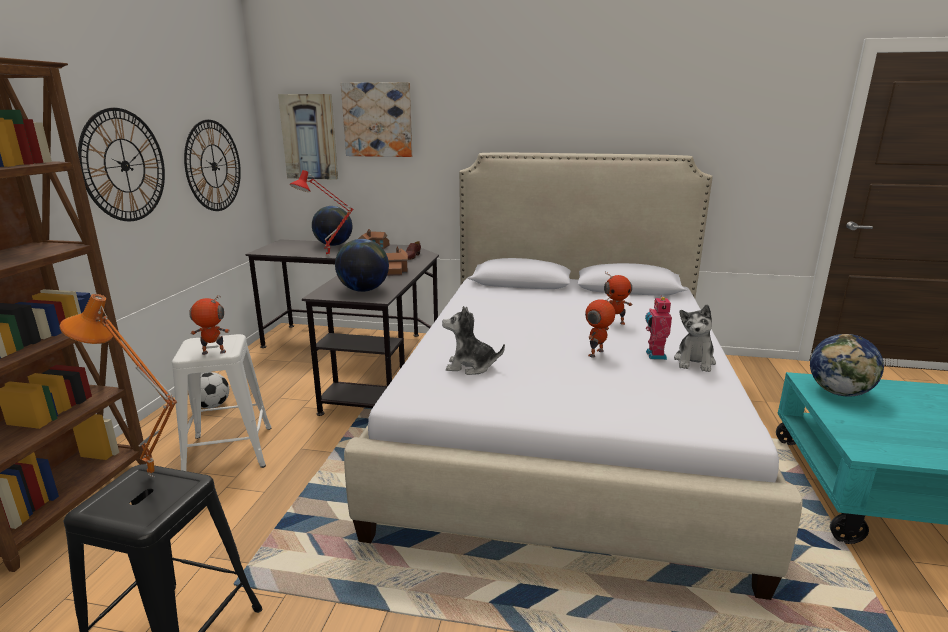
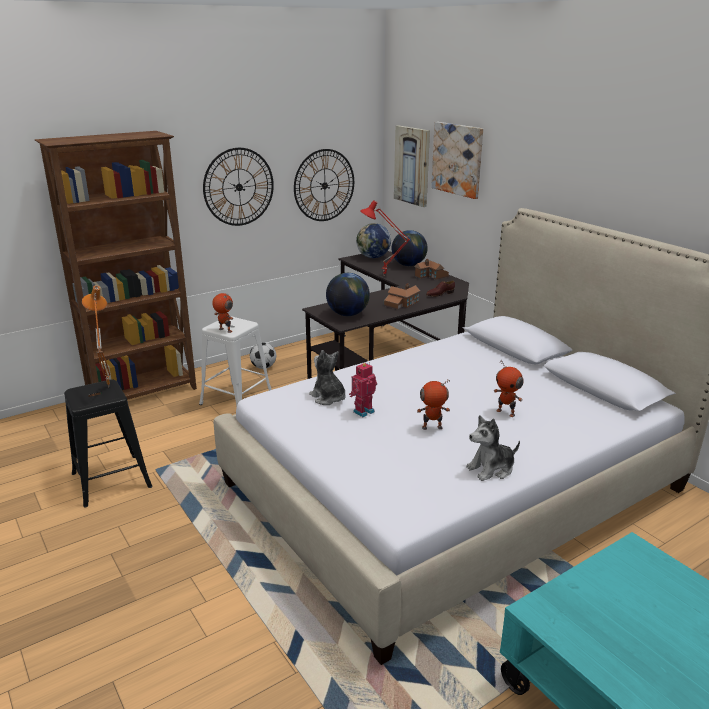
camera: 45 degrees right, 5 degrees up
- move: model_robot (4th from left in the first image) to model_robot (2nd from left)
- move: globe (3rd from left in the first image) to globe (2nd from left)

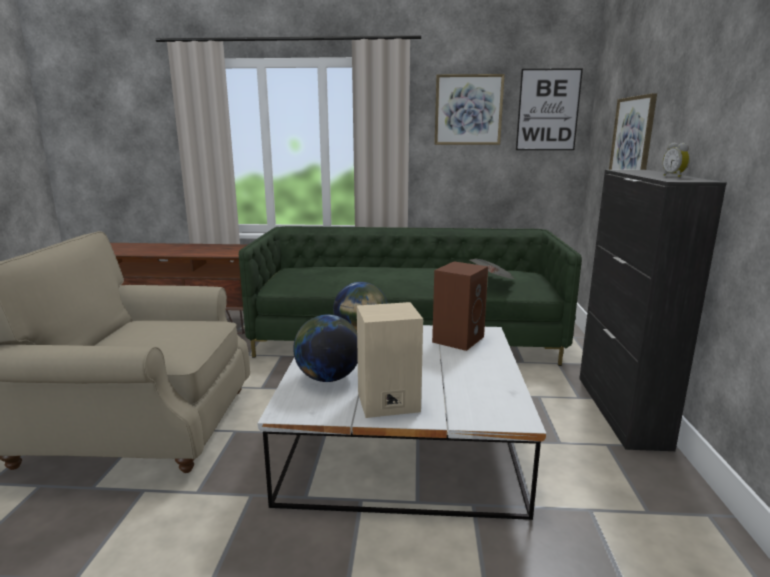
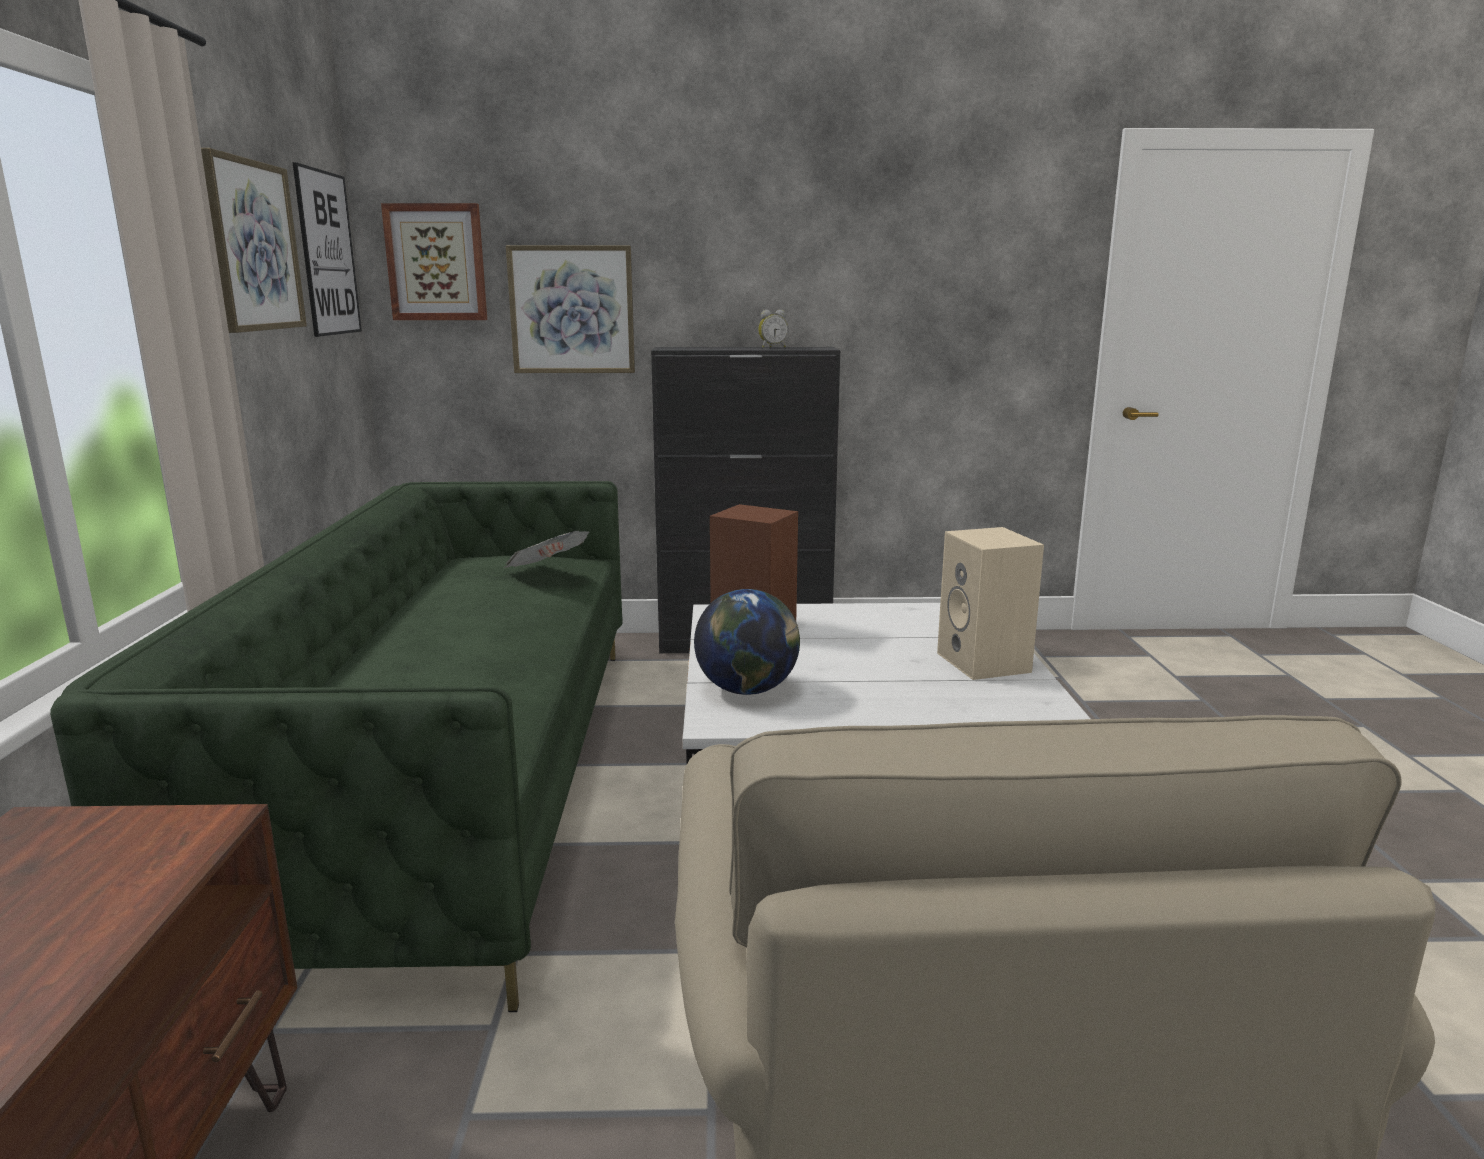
camera: 95 degrees left, 0 degrees up
- insert: wall_picture (3rd from left)
- delete: globe (1st from left)

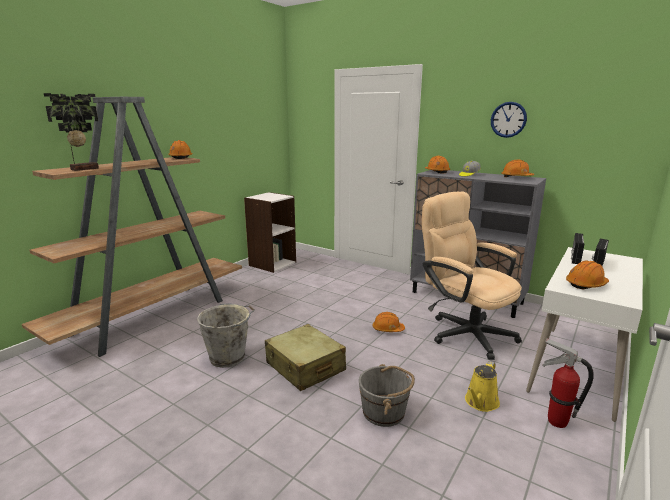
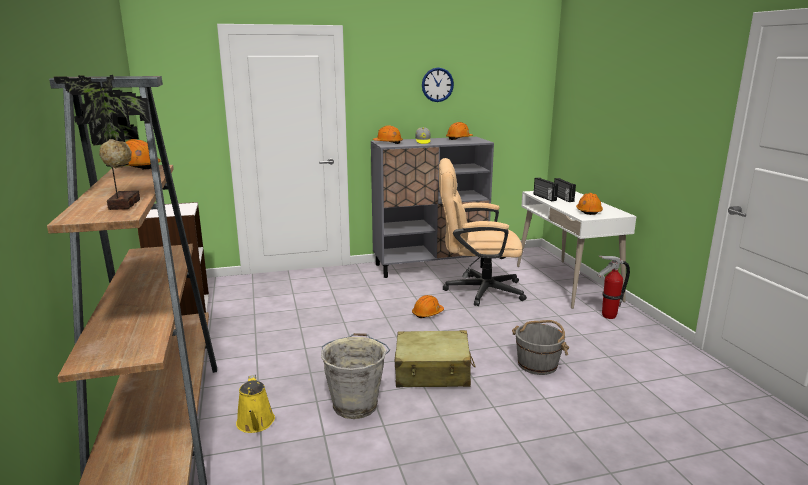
camera: 50 degrees left, 0 degrees up
- move: yellowish_sprinkling_can

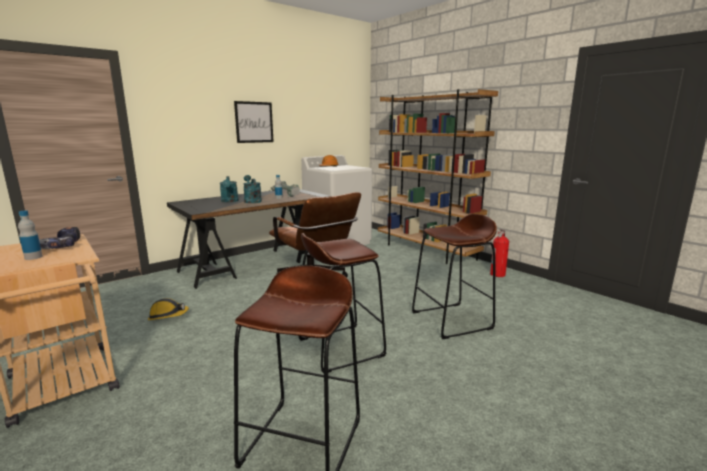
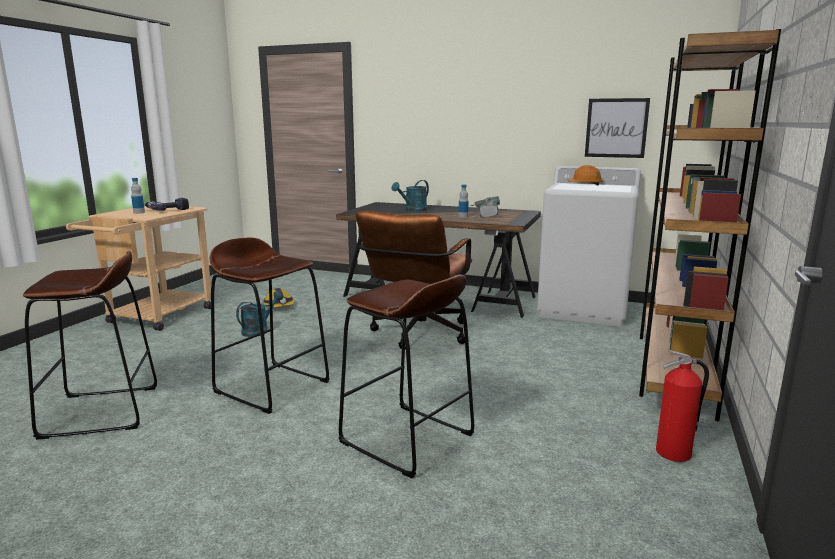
camera: 60 degrees right, 0 degrees up
- move: blue-green_sprinkling_can (2nd from left in the first image) to blue-green_sprinkling_can (1st from left)
- move: wall_picture

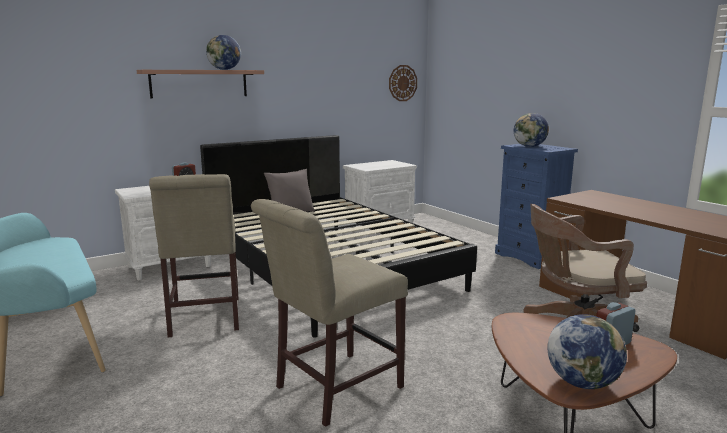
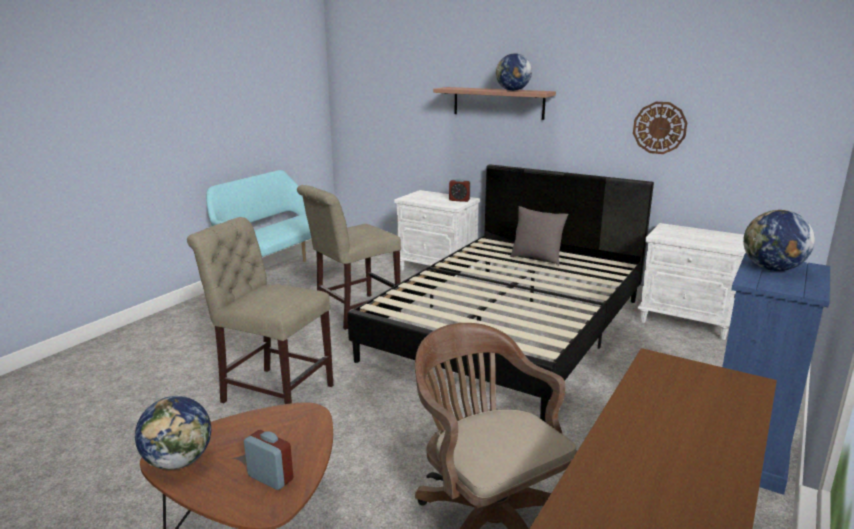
camera: 65 degrees right, 5 degrees up
- move: wall_clock

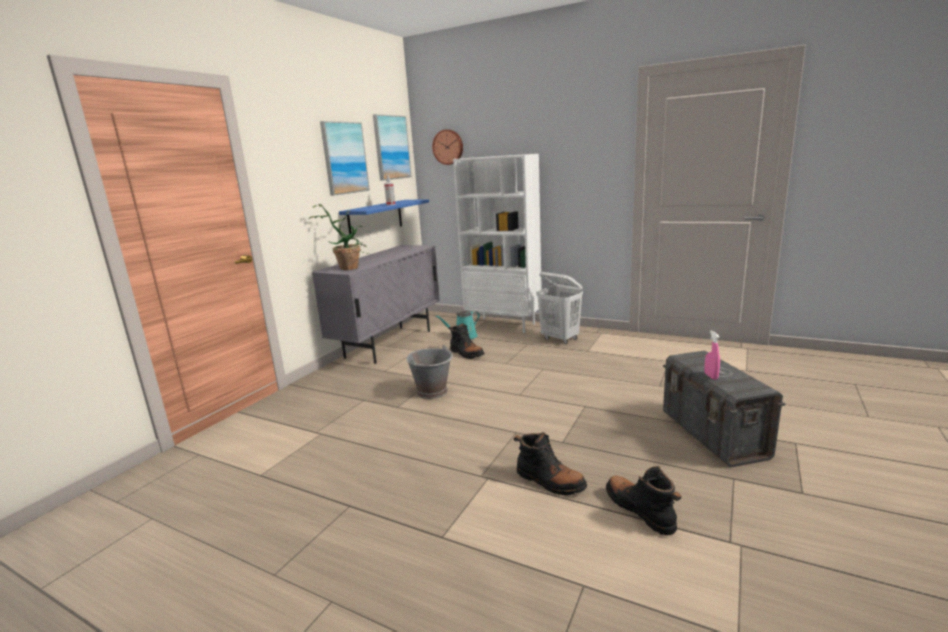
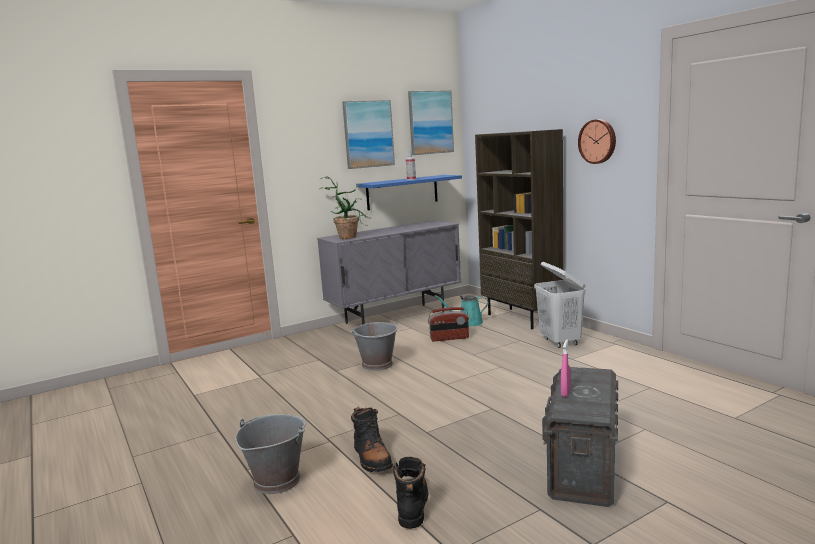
camera: 30 degrees right, 5 degrees down
- insert: grey_pail (1st from left)
- replace: blackish_boot (1st from left) to radio
- recolor: white_bookshelf to brown-coloured_bookshelf
- move: wall_clock

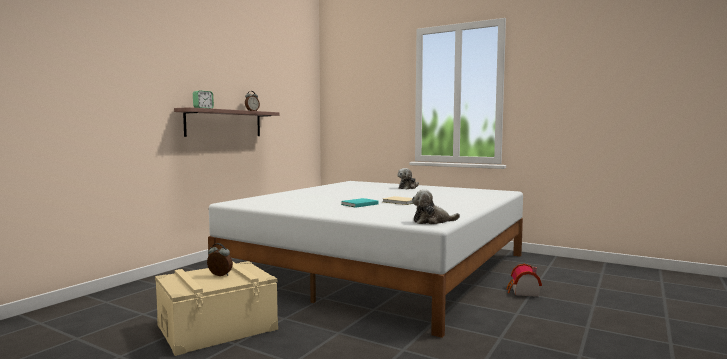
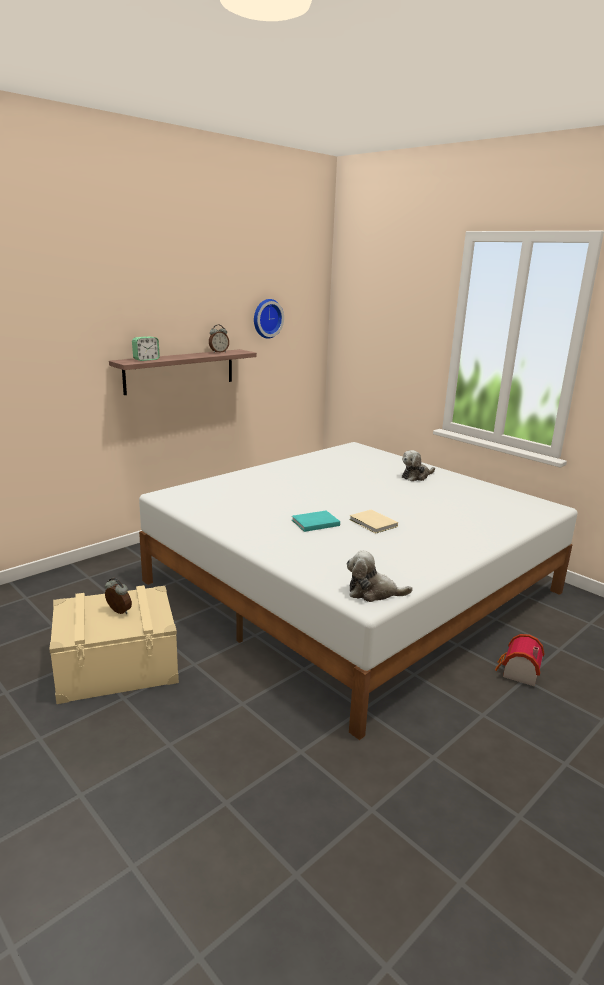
camera: 15 degrees right, 15 degrees up
- insert: wall_clock

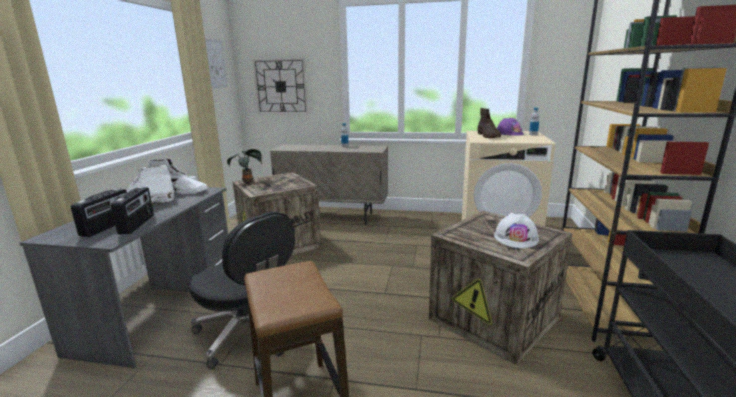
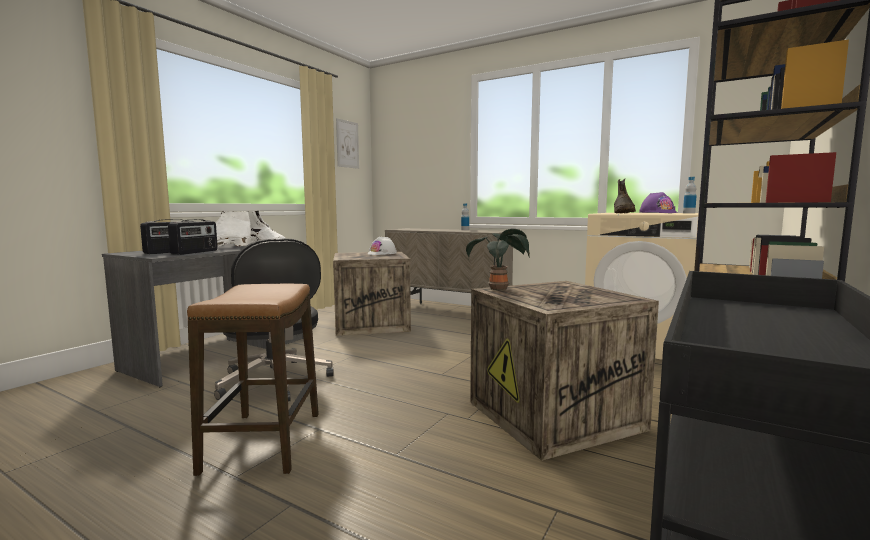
camera: 20 degrees right, 10 degrees down
- move: white_work_helmet
- move: potted_plant
- delete: wall_clock

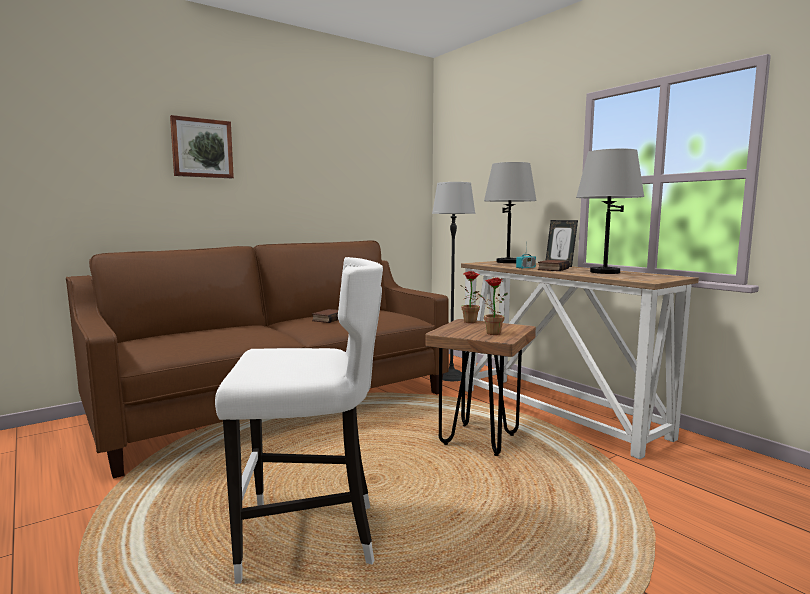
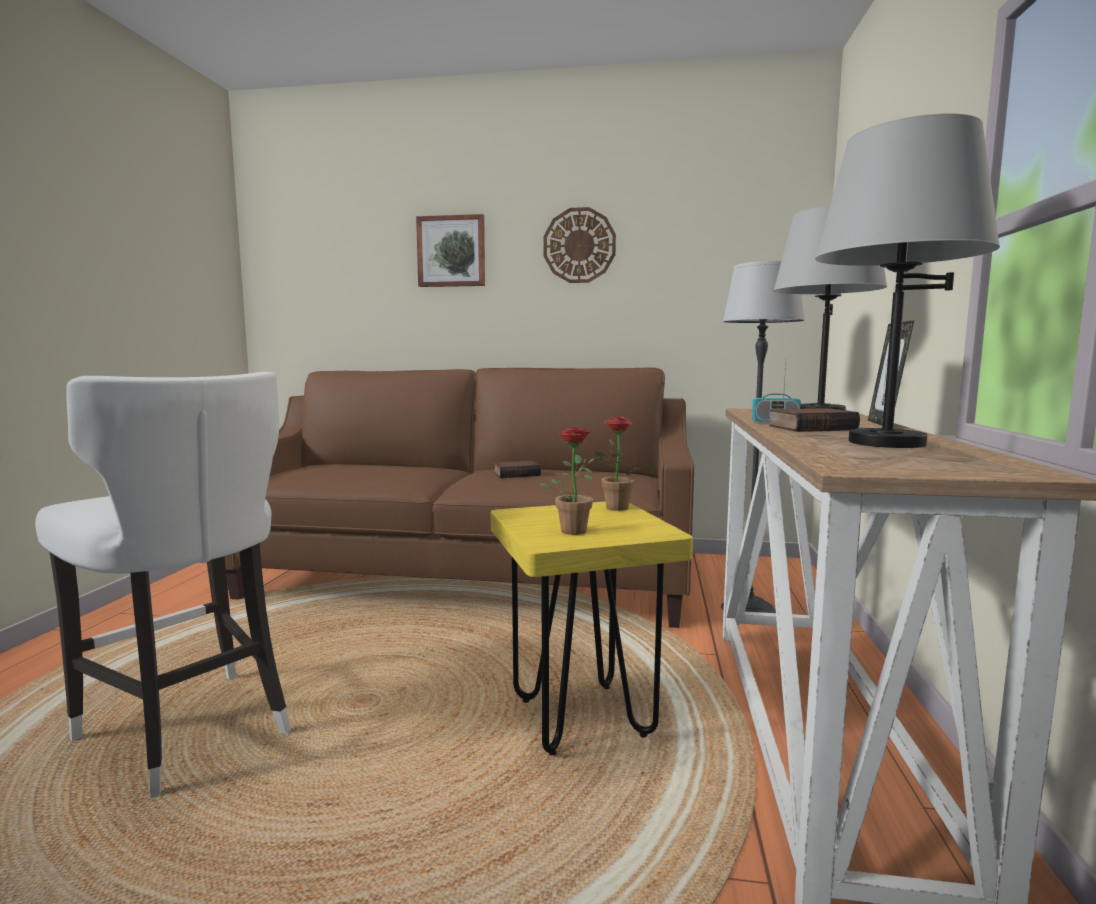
camera: 45 degrees right, 0 degrees up
- recolor: brown-coloured_stool to yellowish_stool
- insert: wall_clock

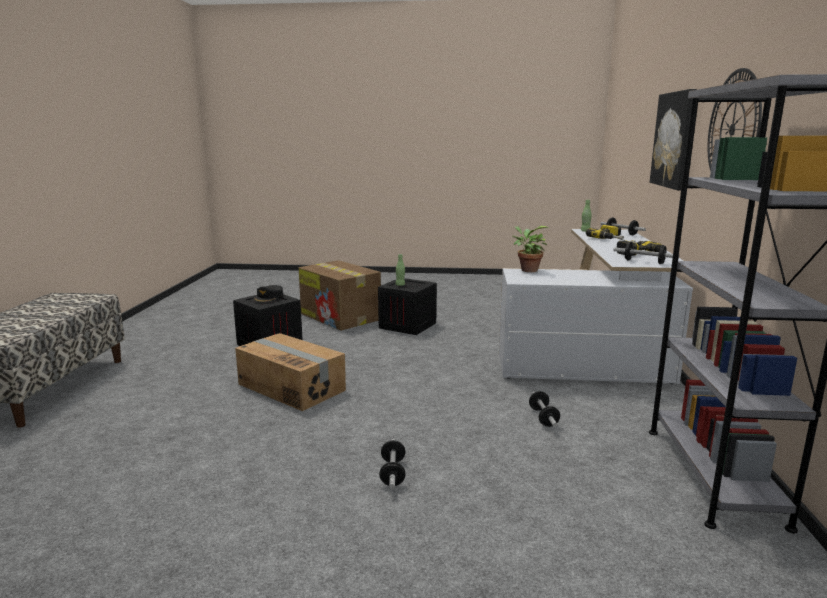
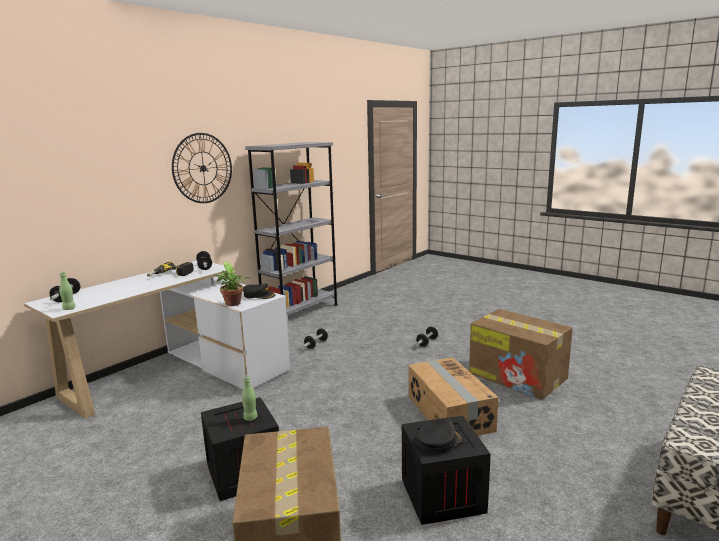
camera: 145 degrees left, 0 degrees up
- insert: blackish_baseball_cap (1st from left)
- insert: cardboard_box (3rd from left)
- delete: power_drill (1st from left)
- delete: wall_picture

